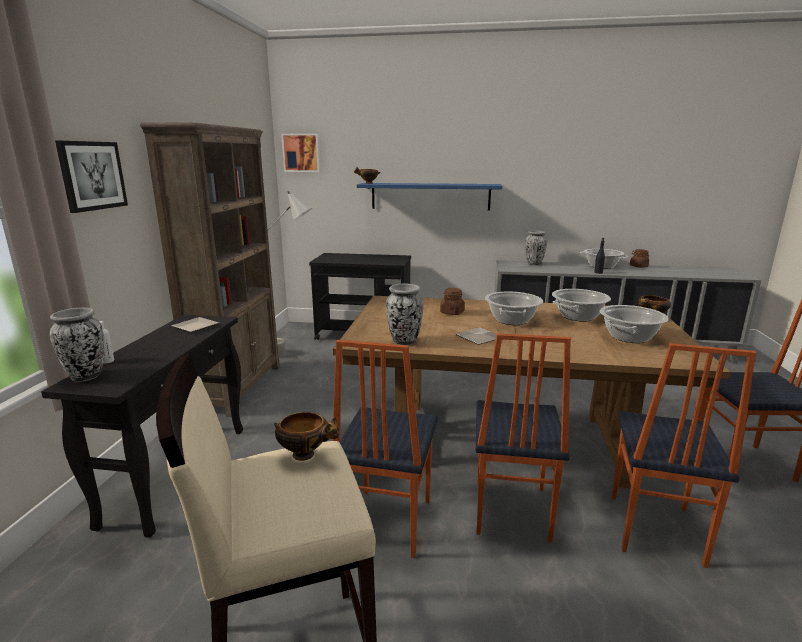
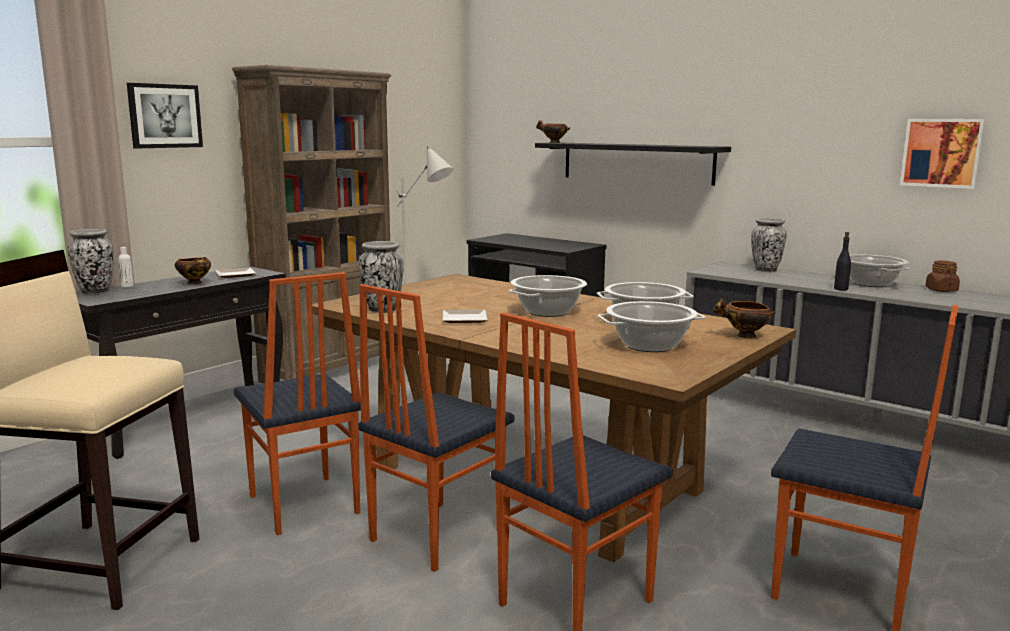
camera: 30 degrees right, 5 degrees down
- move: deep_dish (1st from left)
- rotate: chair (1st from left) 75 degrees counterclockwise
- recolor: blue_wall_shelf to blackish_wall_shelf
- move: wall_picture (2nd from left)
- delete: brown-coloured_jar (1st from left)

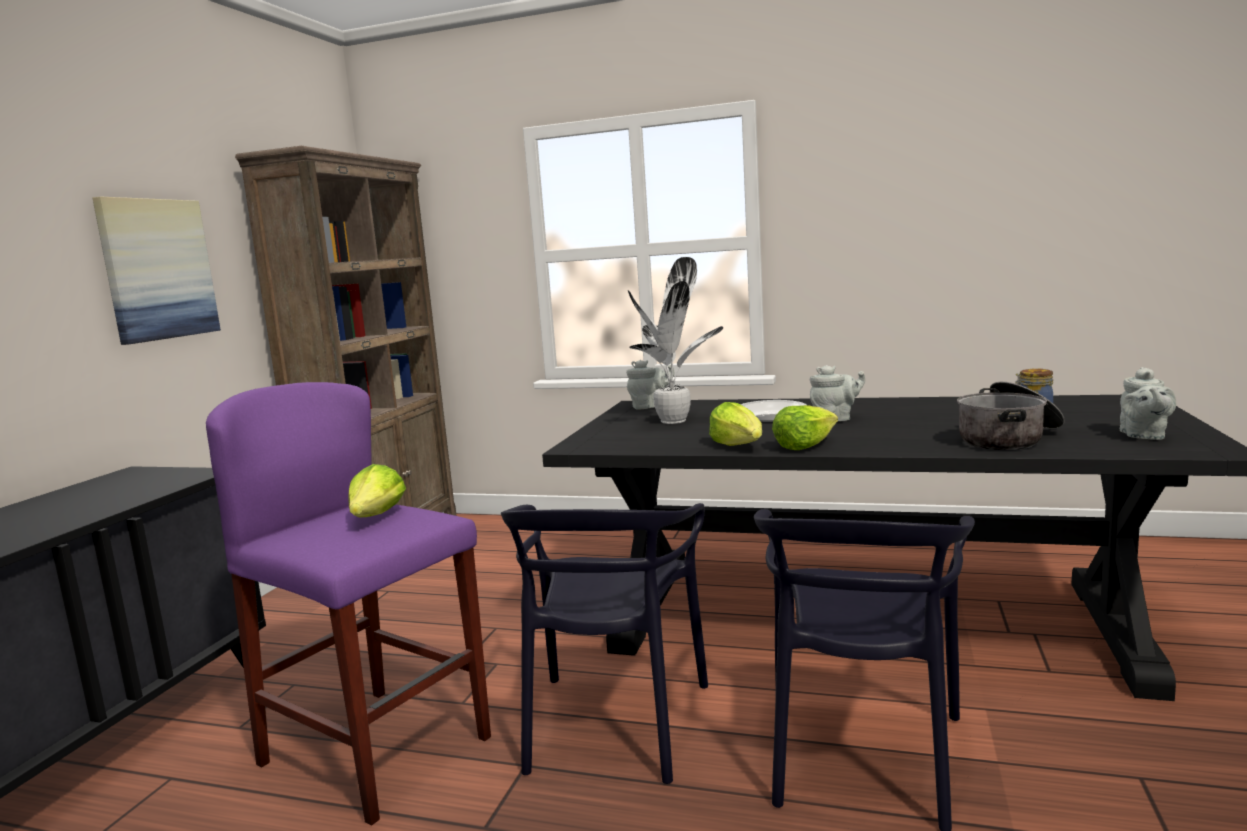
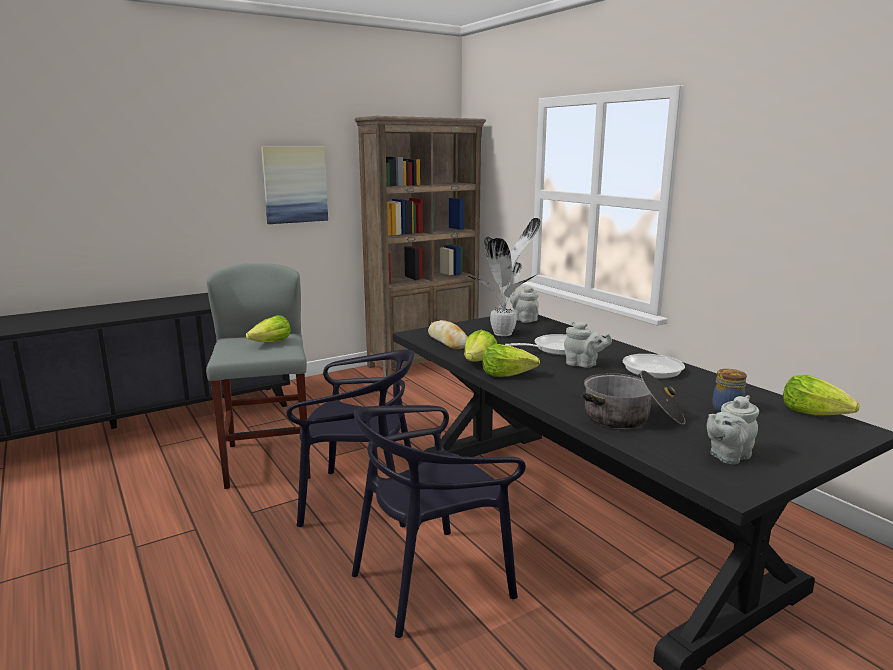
camera: 40 degrees right, 5 degrees up
- recolor: purplish_stool to grey_stool
- rotate: blackish_chair (1st from left) 135 degrees counterclockwise
- insert: bread
- rotate: grey_tea_pot (1st from left) 150 degrees counterclockwise
- insert: pan (2nd from left)
- insert: head_of_lettuce (4th from left)

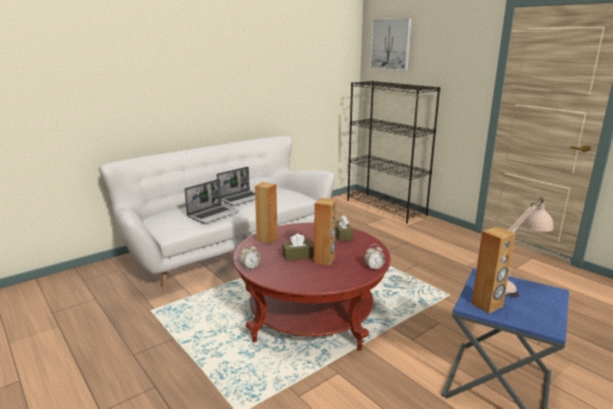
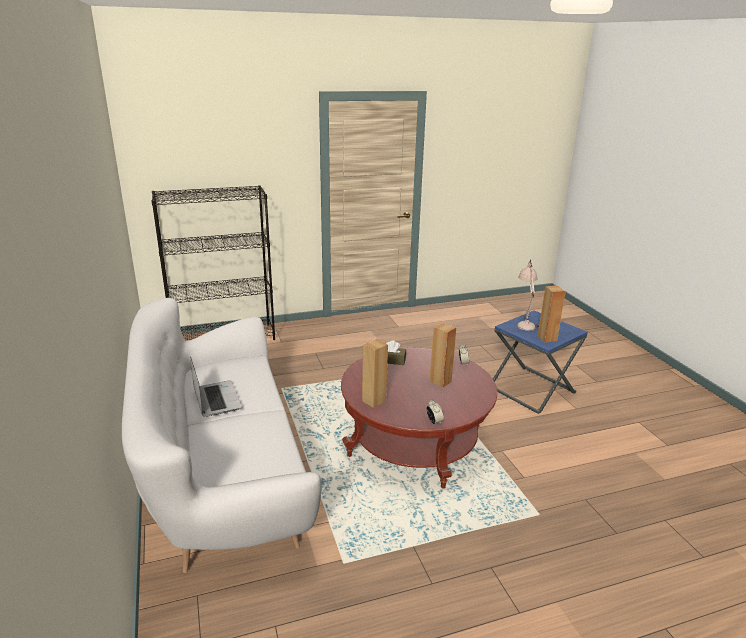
camera: 70 degrees left, 5 degrees up
- delete: laptop (1st from left)
- delete: brown-coloured_tissue_holder (1st from left)
- delete: wall_picture

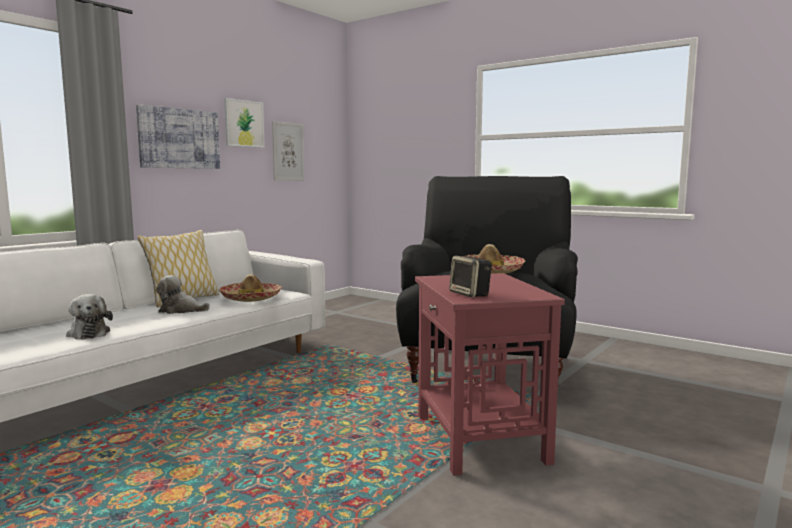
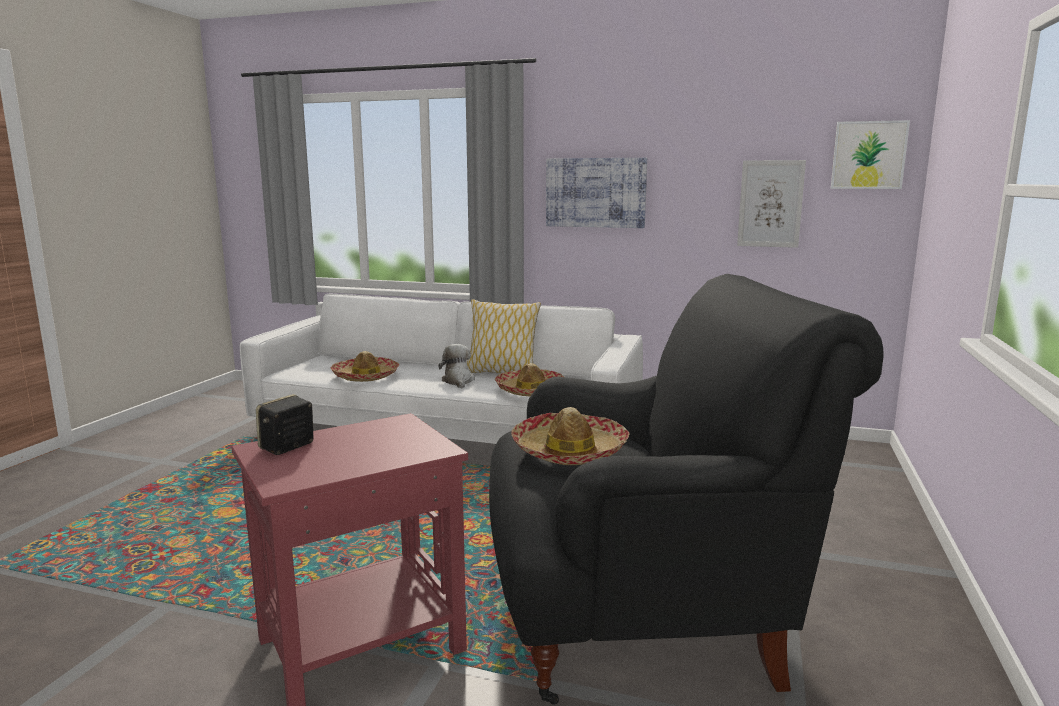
camera: 70 degrees right, 5 degrees up
- replace: plush_toy (1st from left) to wearable_hat (1st from left)
- move: wall_picture (2nd from left in the first image) to wall_picture (3rd from left)

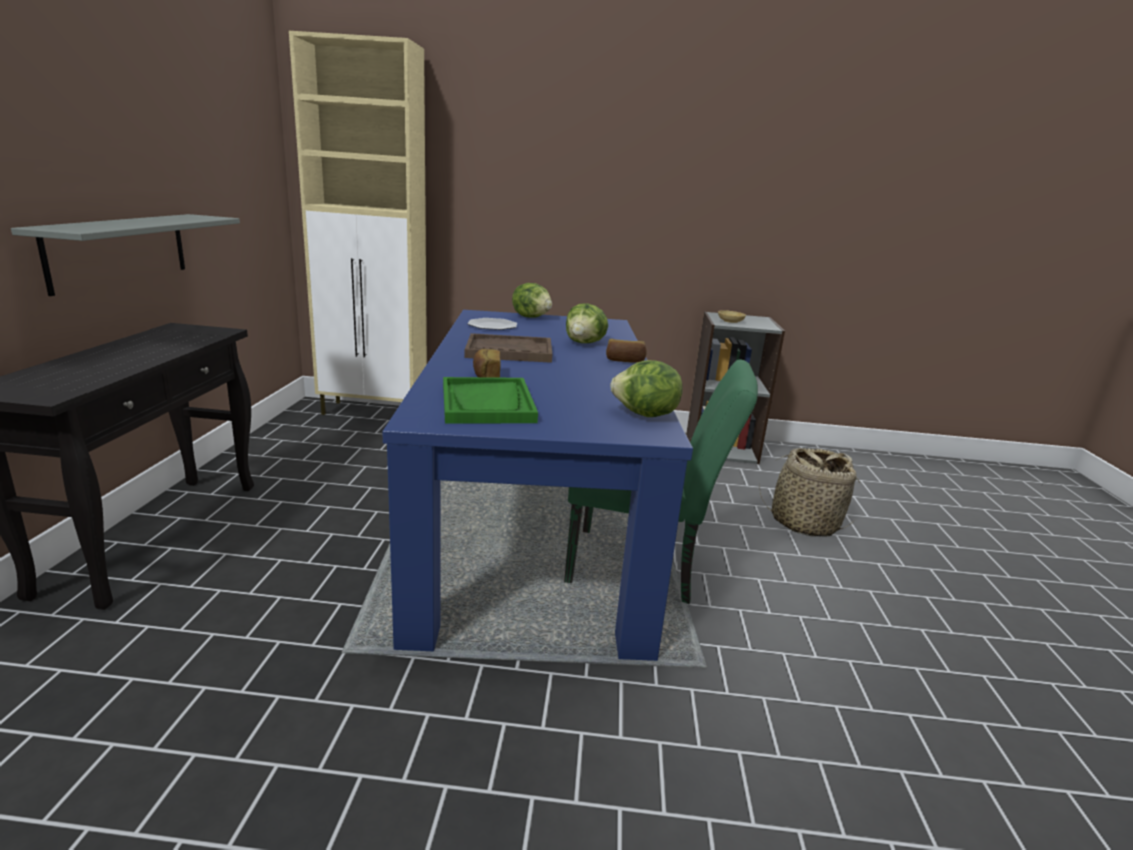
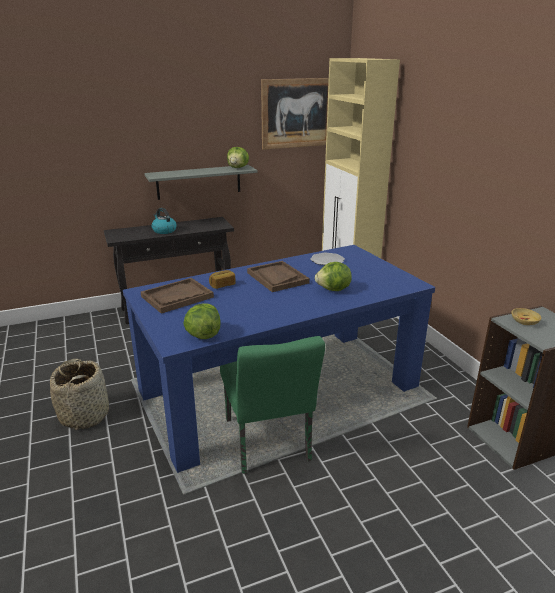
camera: 65 degrees right, 5 degrees up
- move: basket
- recolor: green-coloured_tray to brown-coloured_tray (1st from left)
- insert: water_kettle
- move: head_of_lettuce (1st from left in the first image) to head_of_lettuce (2nd from left)
- insert: wall_picture
- delete: bread (2nd from left)

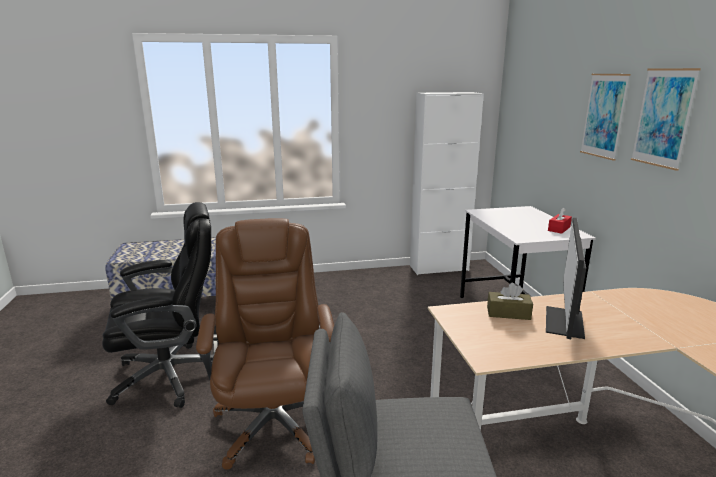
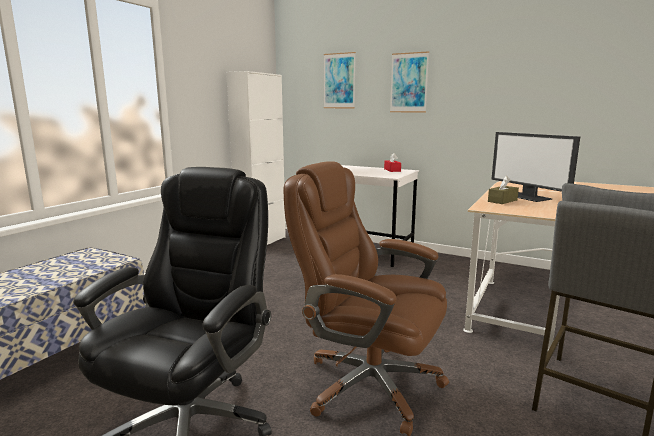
camera: 50 degrees left, 5 degrees down
- move: wall_picture (2nd from left in the first image) to wall_picture (1st from left)

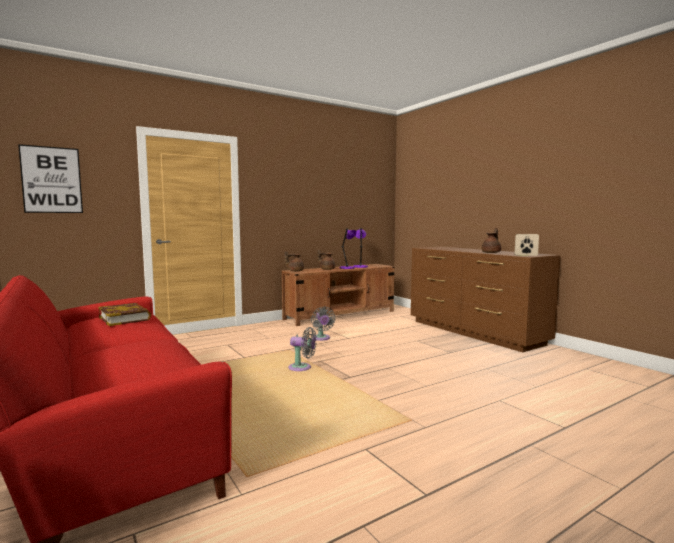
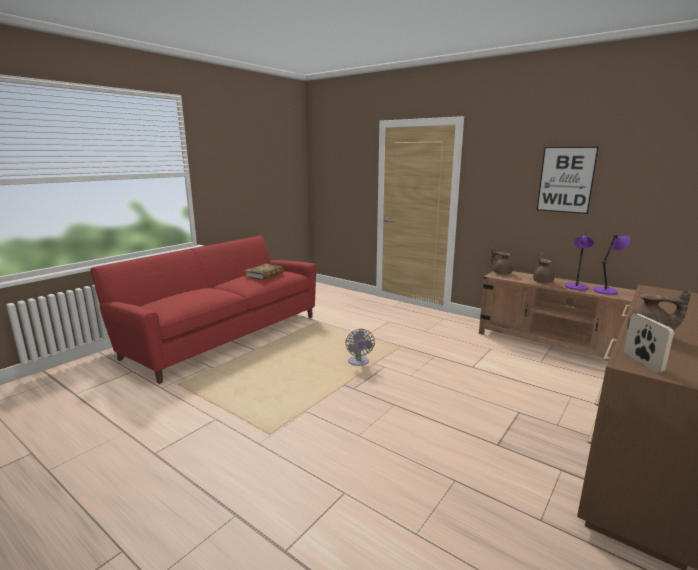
camera: 70 degrees right, 10 degrees up
- move: wall_picture
- delete: grey_cooling_fan (2nd from left)

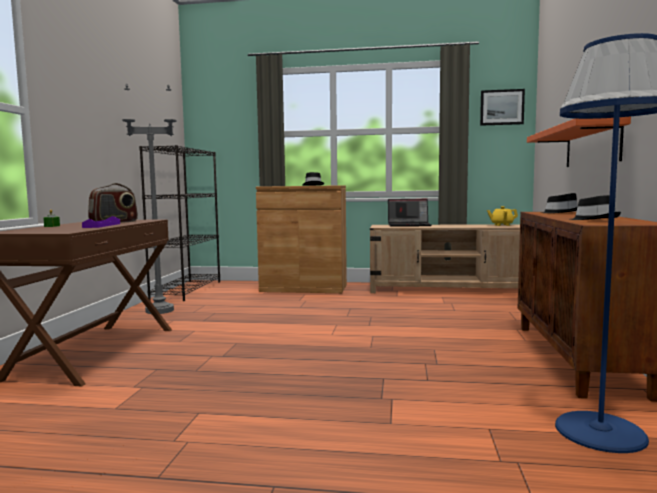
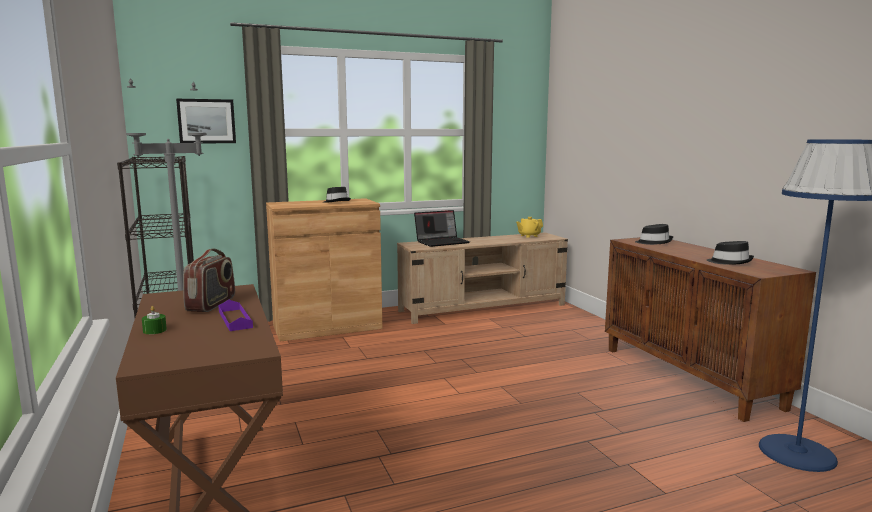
camera: 30 degrees left, 5 degrees up
- move: wall_picture
- delete: orange_wall_shelf

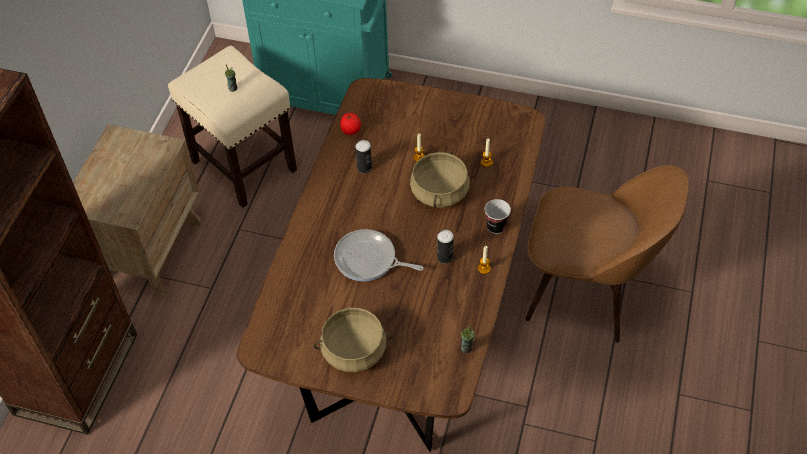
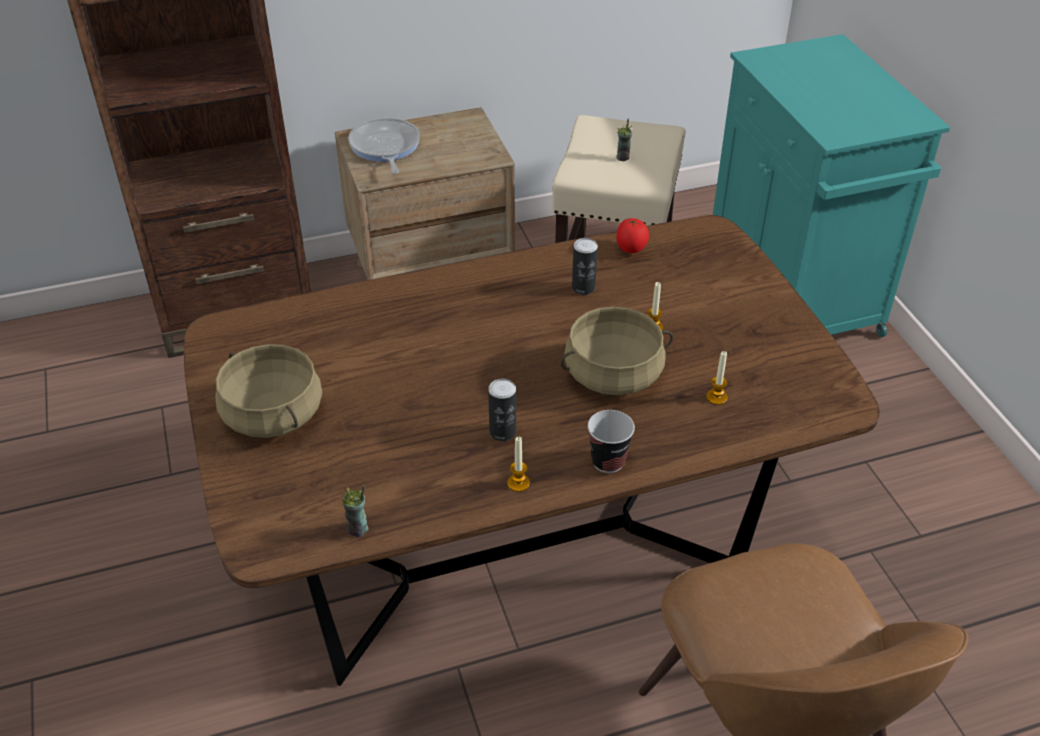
camera: 55 degrees right, 10 degrees down
- move: pan

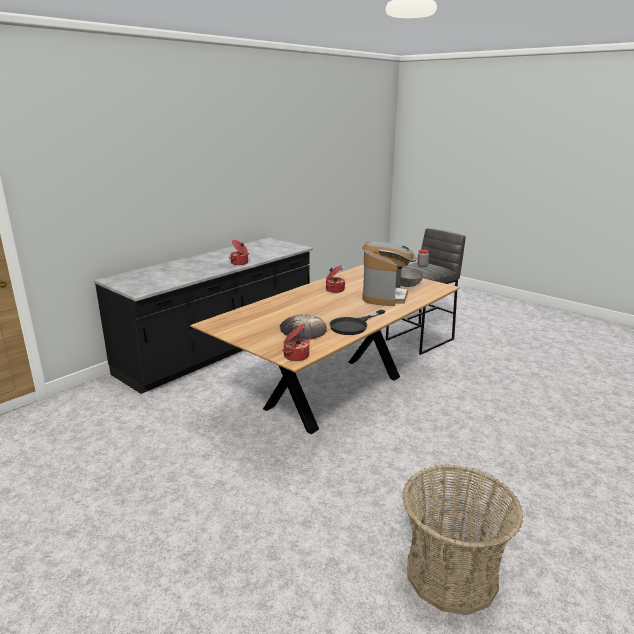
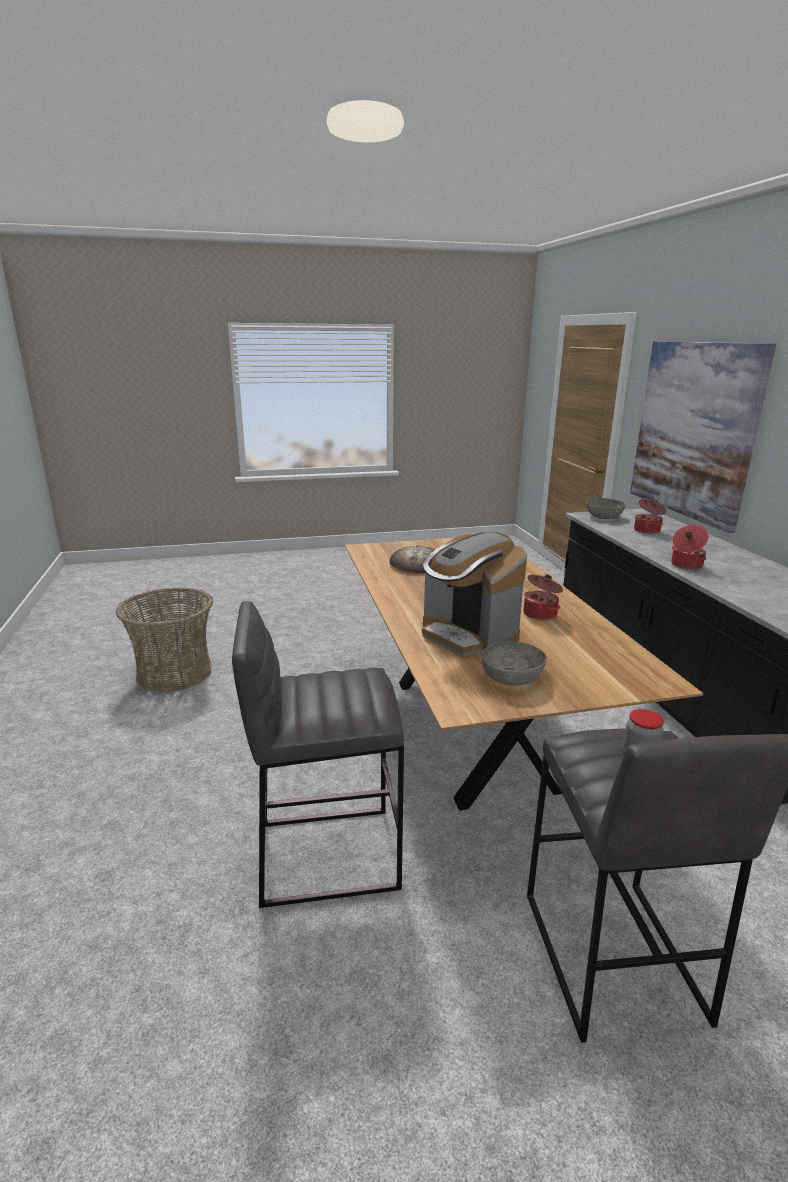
camera: 125 degrees right, 0 degrees up
- insert: grey_stool (1st from left)
- insert: grey_deep_dish (2nd from left)
- insert: wall_picture
- move: saucepot (2nd from left)
- delete: blackish_pan

